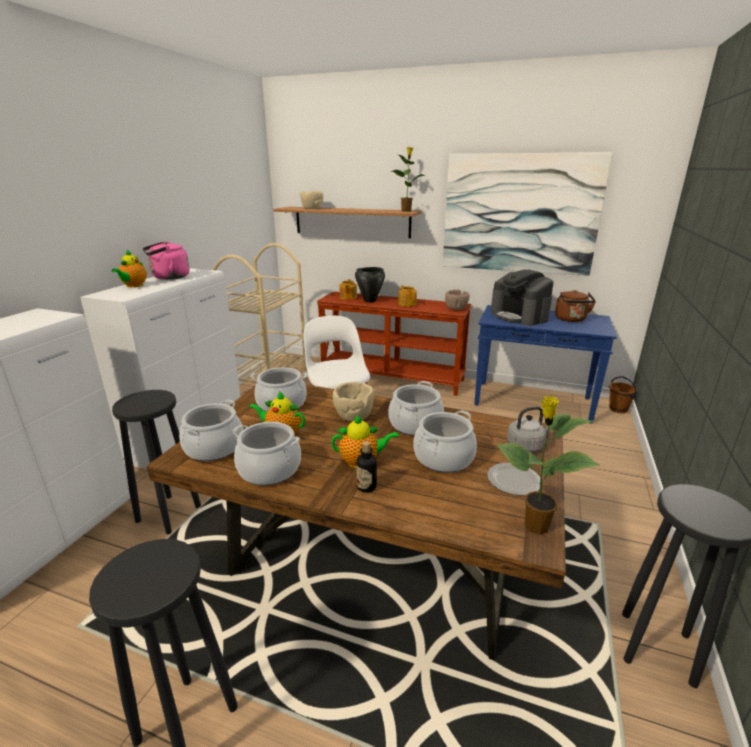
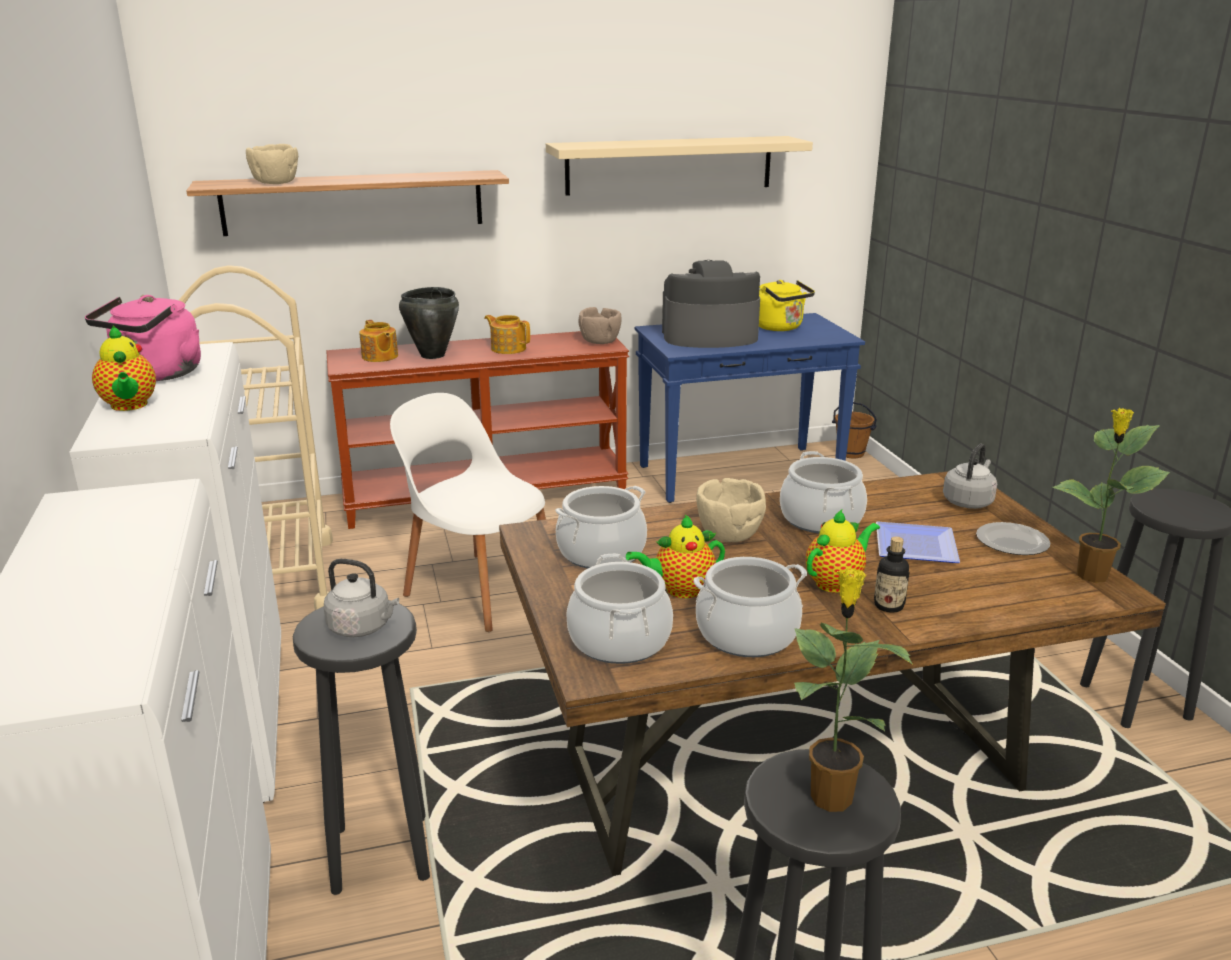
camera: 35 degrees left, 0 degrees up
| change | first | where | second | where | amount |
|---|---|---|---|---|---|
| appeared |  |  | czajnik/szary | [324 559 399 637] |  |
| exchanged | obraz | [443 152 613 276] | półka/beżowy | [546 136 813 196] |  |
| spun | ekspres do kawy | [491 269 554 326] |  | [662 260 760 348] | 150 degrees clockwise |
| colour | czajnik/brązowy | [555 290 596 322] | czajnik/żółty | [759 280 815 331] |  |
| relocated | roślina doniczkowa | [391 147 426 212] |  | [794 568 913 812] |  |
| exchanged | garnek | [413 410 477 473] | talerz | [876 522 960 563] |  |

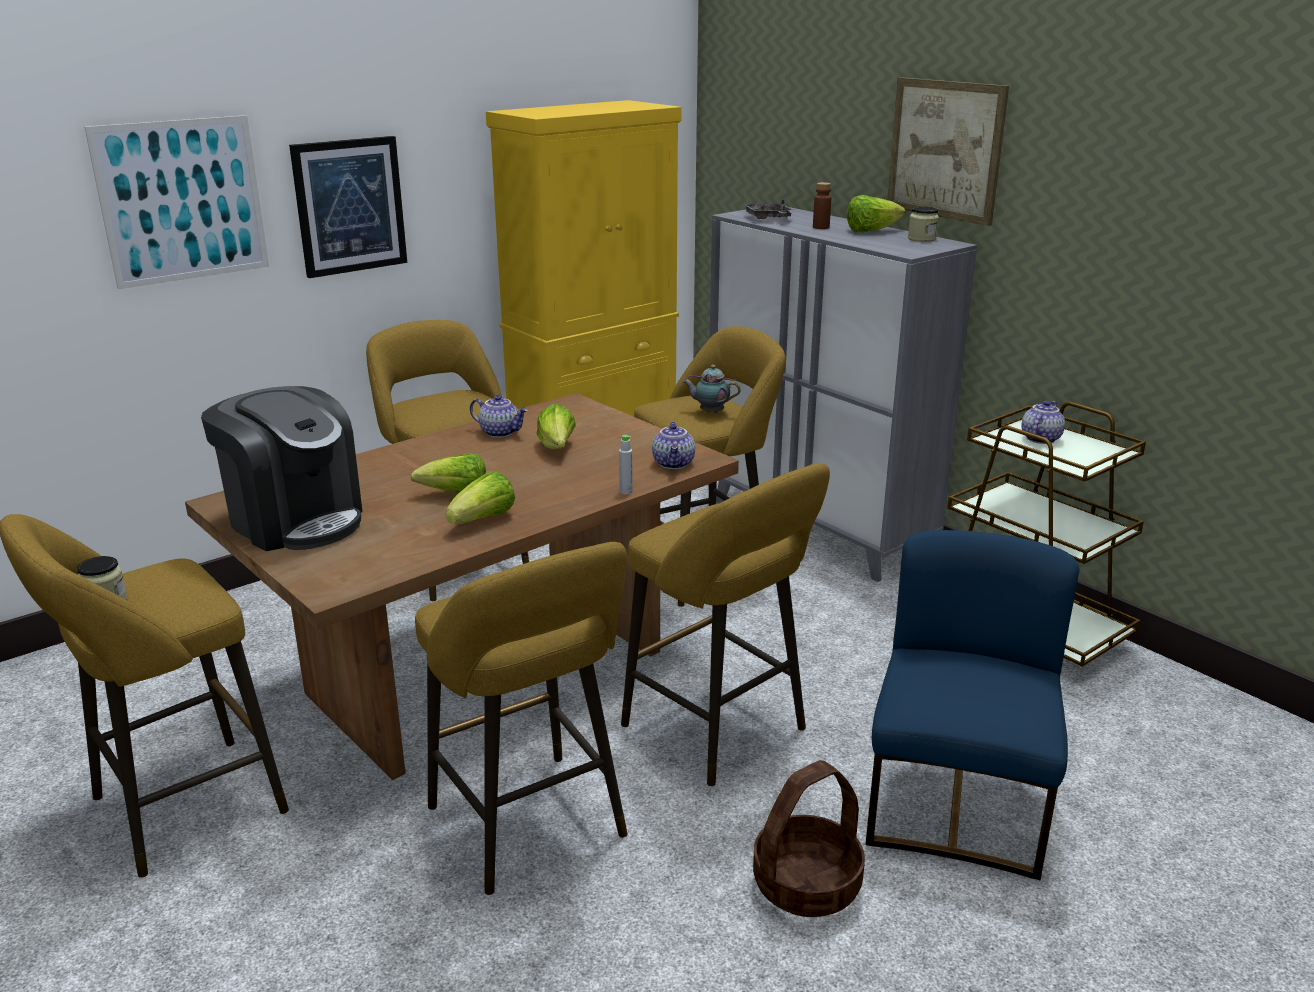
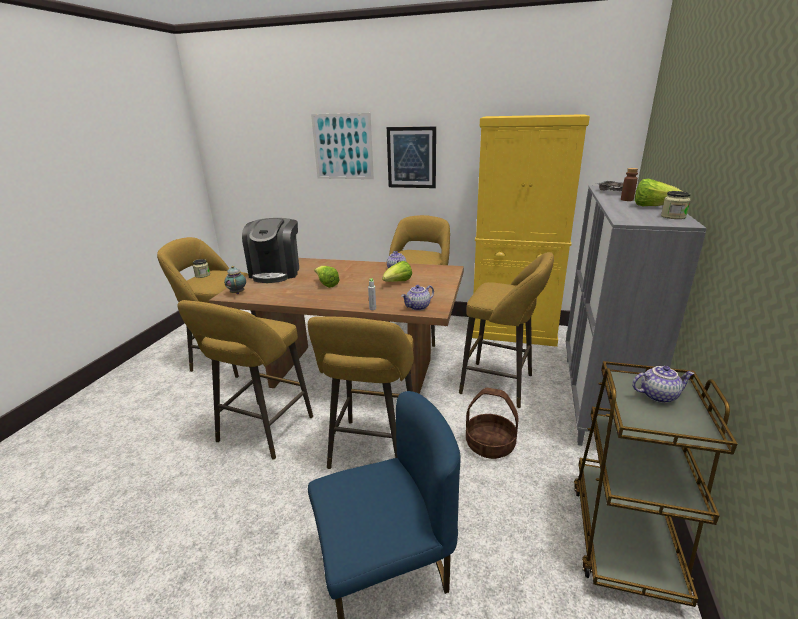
camera: 55 degrees right, 0 degrees up
| change | first | where | second | where | amount |
|---|---|---|---|---|---|
| relocated | imbryk | [683 365 741 413] |  | [224 266 246 294] |  |
| relocated | koszyk | [753 760 865 917] |  | [466 388 518 459] |  |
| missing | sałata | [446 472 515 524] |  |  |  |
| missing | obraz | [887 77 1009 226] |  |  |  |

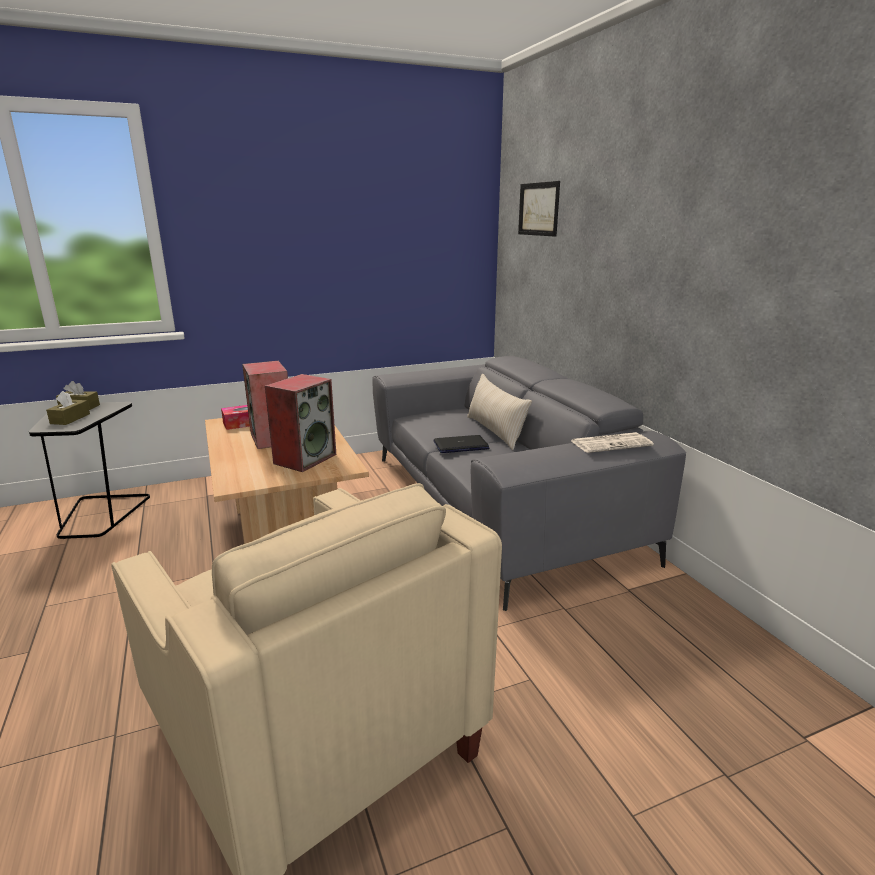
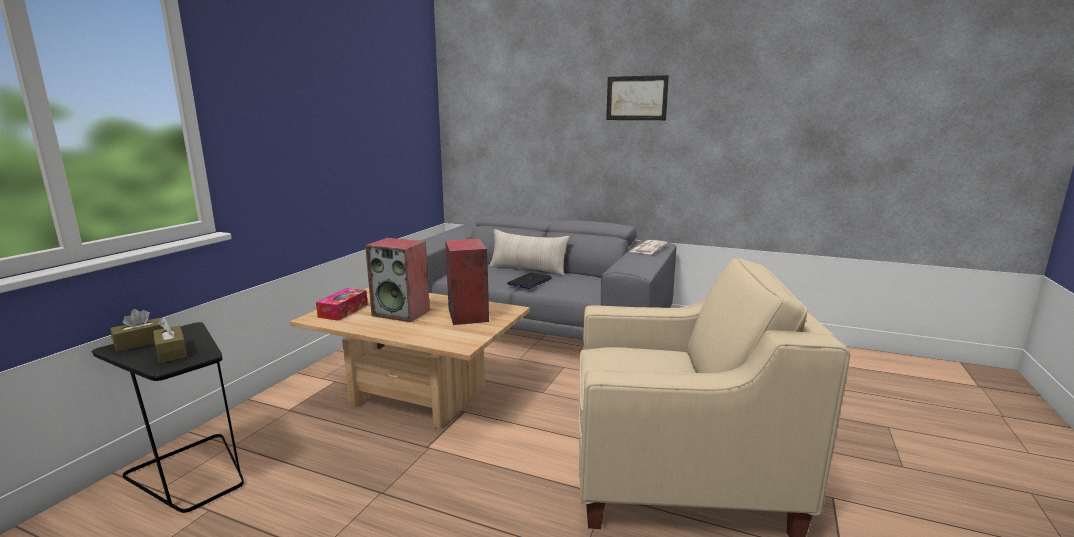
camera: 45 degrees left, 5 degrees down
| change | first | where | second | where | amount |
|---|---|---|---|---|---|
| relocated | obraz | [518 181 560 237] |  | [606 75 669 120] |  |

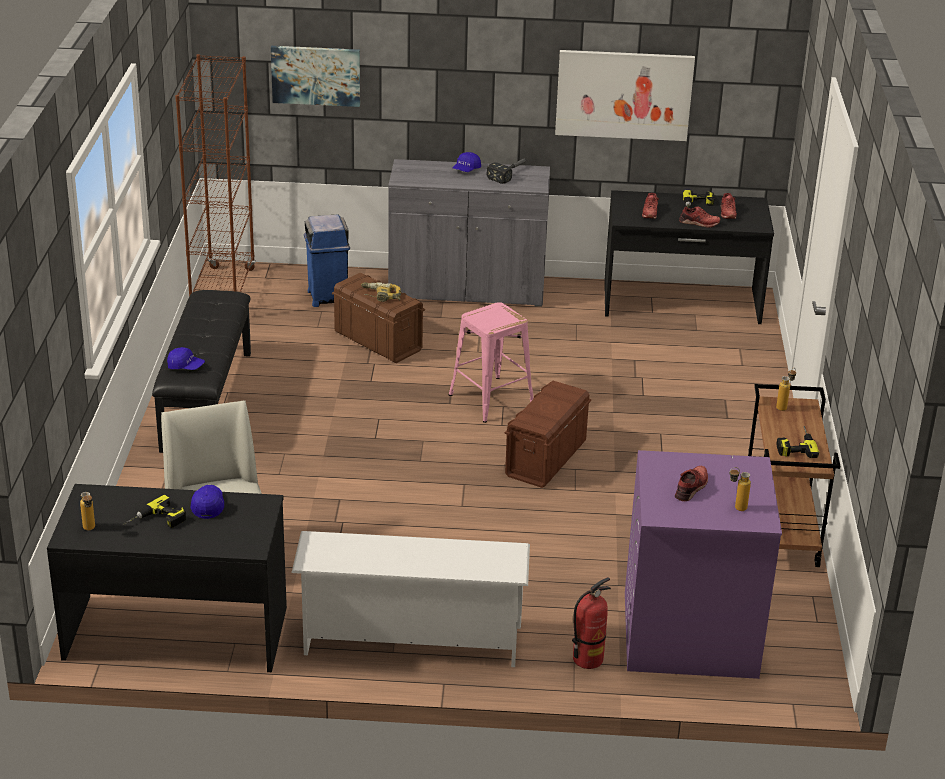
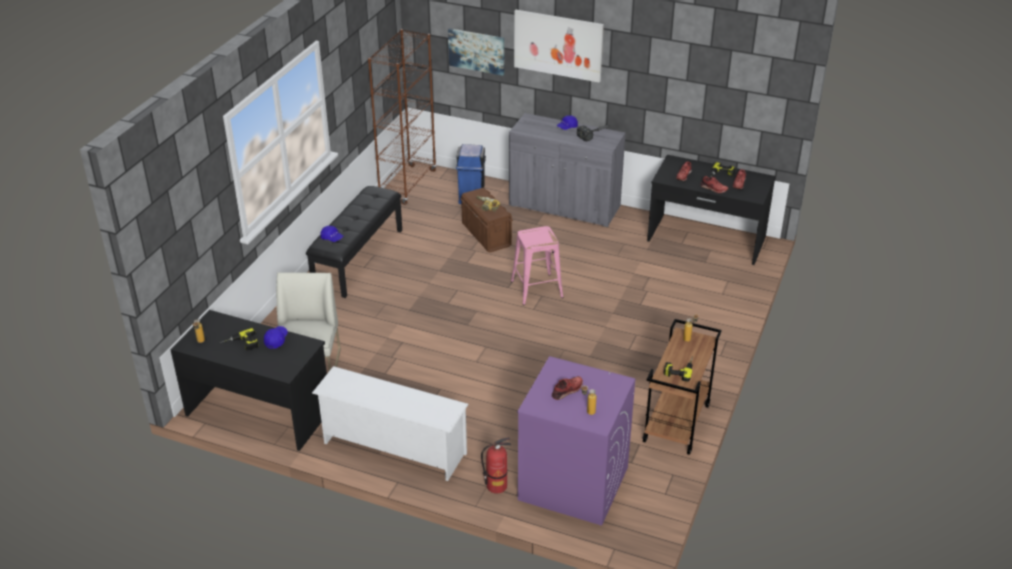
camera: 20 degrees right, 5 degrees up
| change | first | where | second | where | amount |
|---|---|---|---|---|---|
| relocated | obraz | [555 50 695 141] |  | [514 10 604 83] |  |
| missing | pojemnik do przechowywania/brązowy | [505 381 591 488] |  |  |  |

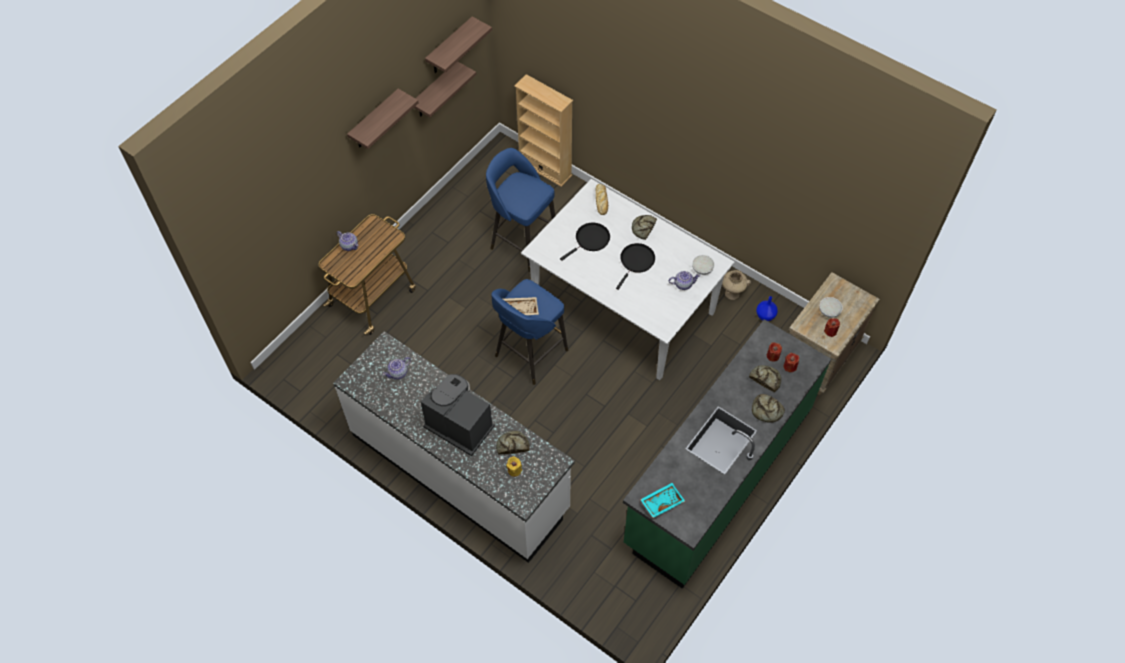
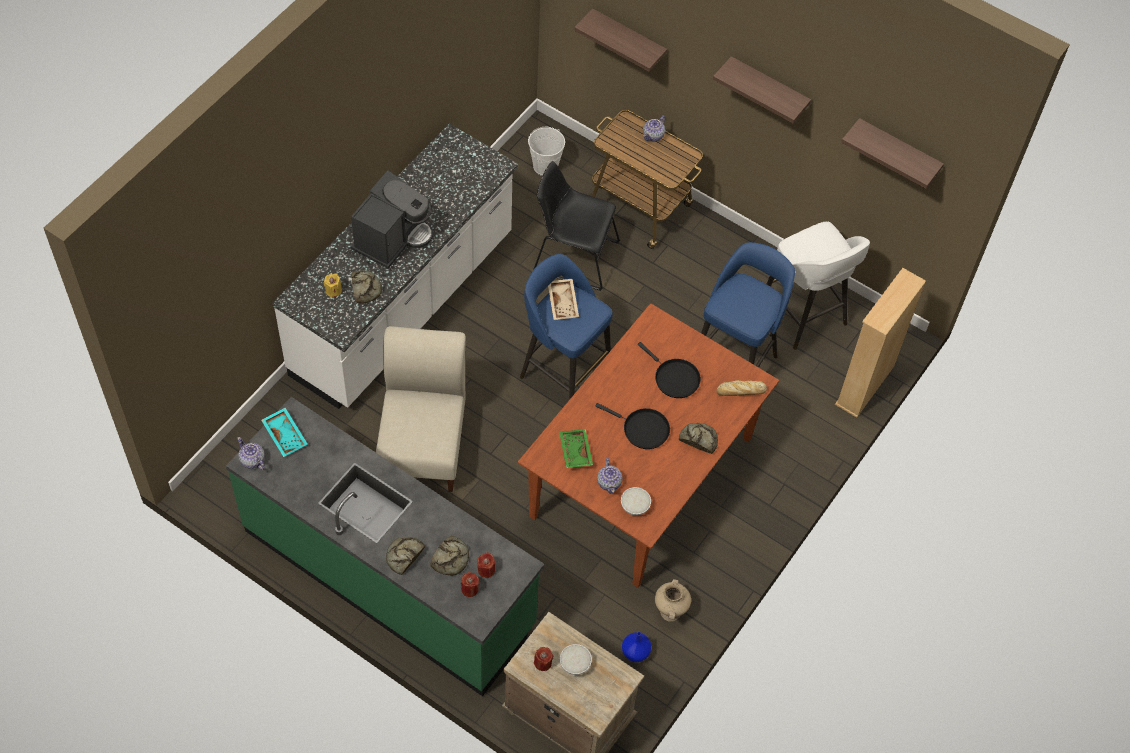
camera: 85 degrees right, 0 degrees up
| change | first | where | second | where | amount |
|---|---|---|---|---|---|
| relocated | imbryk | [383 357 411 380] |  | [237 437 265 470] |  |
| appeared |  |  | krzesło/beżowy | [376 326 466 492] |  |
| colour | stół jadalny/biały | [521 179 734 380] | stół jadalny/brązowy | [518 304 779 588] |  |
| appeared |  |  | wiadro/biały | [528 127 565 176] |  |
| appeared |  |  | krzesło/czarny | [533 161 620 291] |  |
| appeared |  |  | taca/zielony | [559 429 593 468] |  |
| relocated | półka | [414 62 476 117] |  | [574 8 667 72] |  |
| appeared |  |  | stołek/biały | [767 221 870 350] |  |

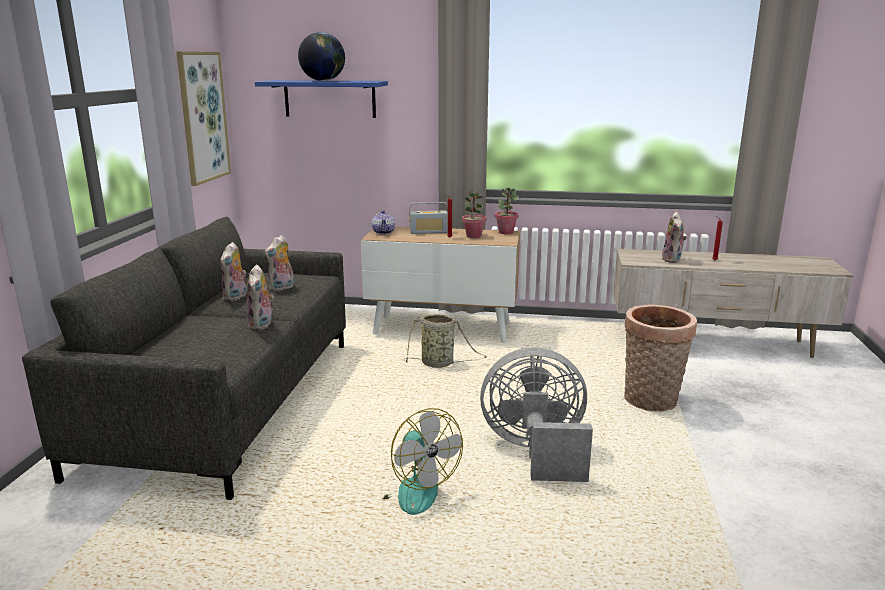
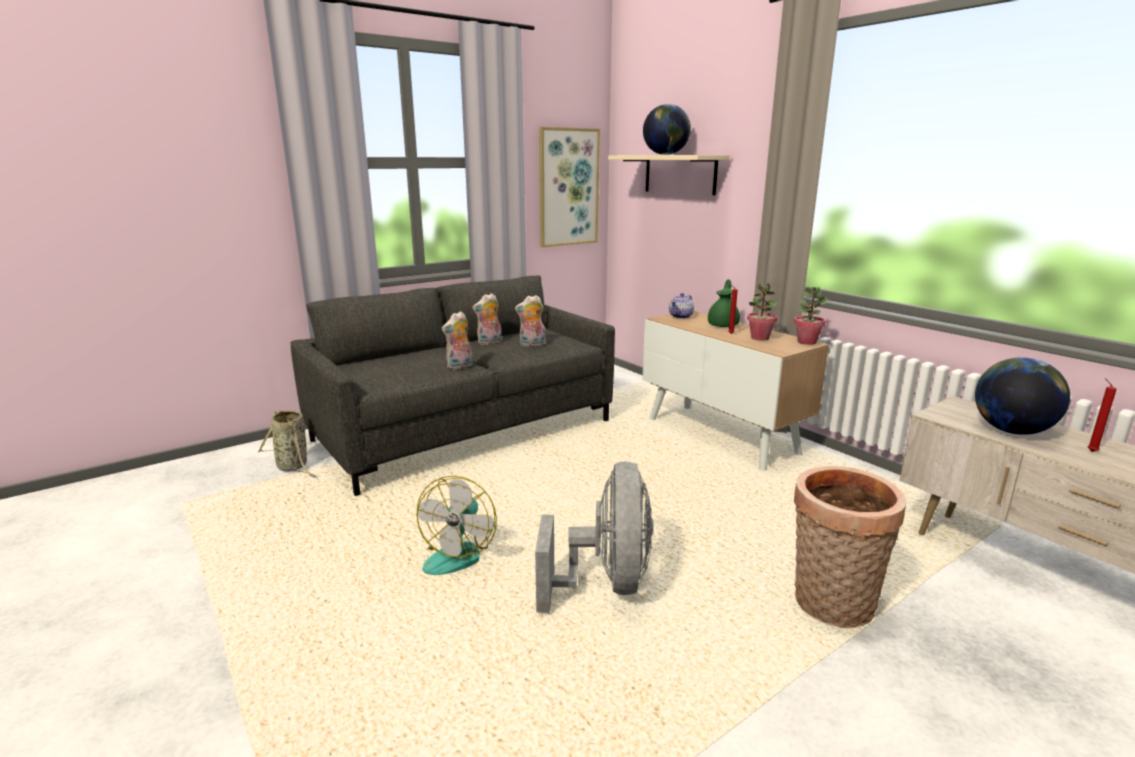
camera: 45 degrees right, 0 degrees up
| change | first | where | second | where | amount |
|---|---|---|---|---|---|
| relocated | koszyk | [403 314 487 368] |  | [257 409 317 478] |  |
| spun | wentylator/szary | [480 347 593 482] |  | [535 462 653 613] | 45 degrees clockwise |
| colour | półka/niebieski | [255 80 388 118] | półka/beżowy | [608 155 730 195] |  |
| exchanged | radio | [409 202 448 234] | imbryk/zielony | [708 279 740 327] |  |
| exchanged | pluszak | [662 212 687 263] | globus | [975 357 1070 435] |  |

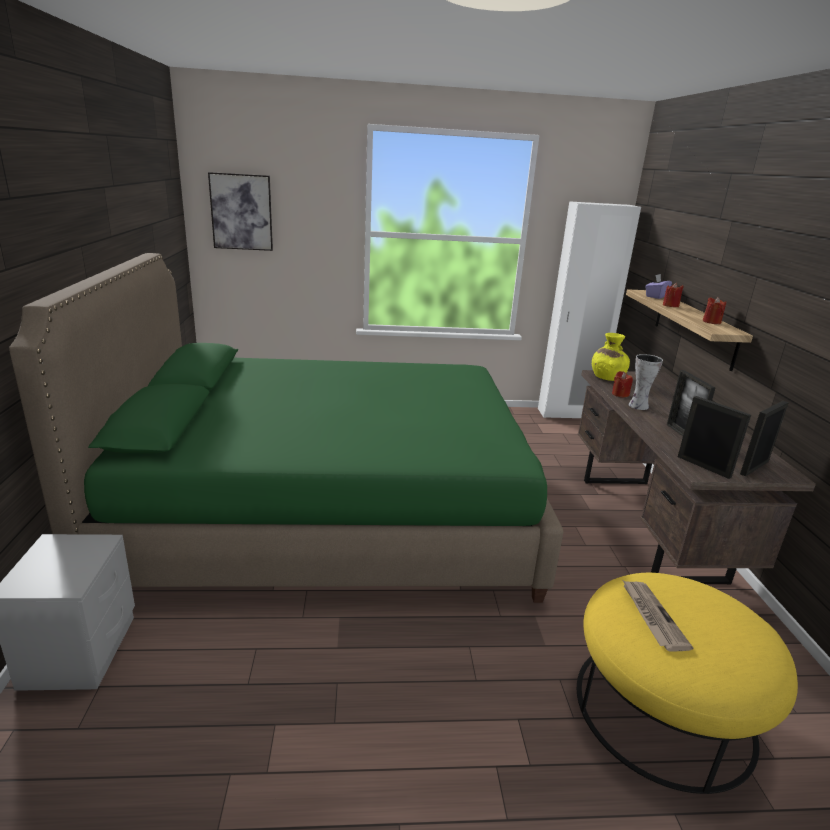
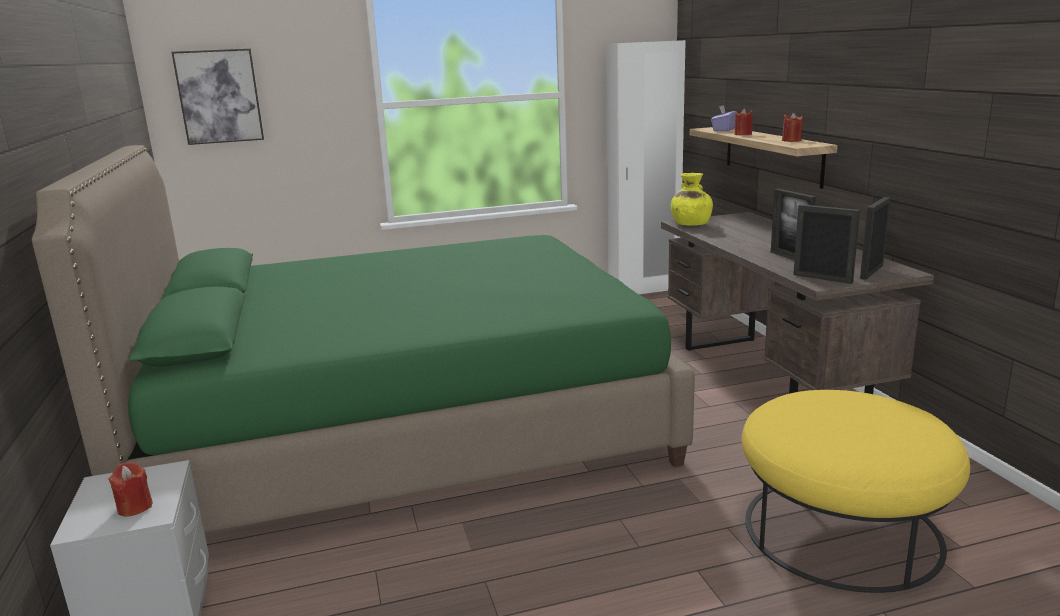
camera: 10 degrees left, 5 degrees down
| change | first | where | second | where | amount |
|---|---|---|---|---|---|
| relocated | świeca/czerwony | [612 371 633 397] |  | [108 462 153 517] |  |
| missing | gazeta | [623 581 693 652] |  |  |  |
| missing | wazon | [628 354 663 410] |  |  |  |

